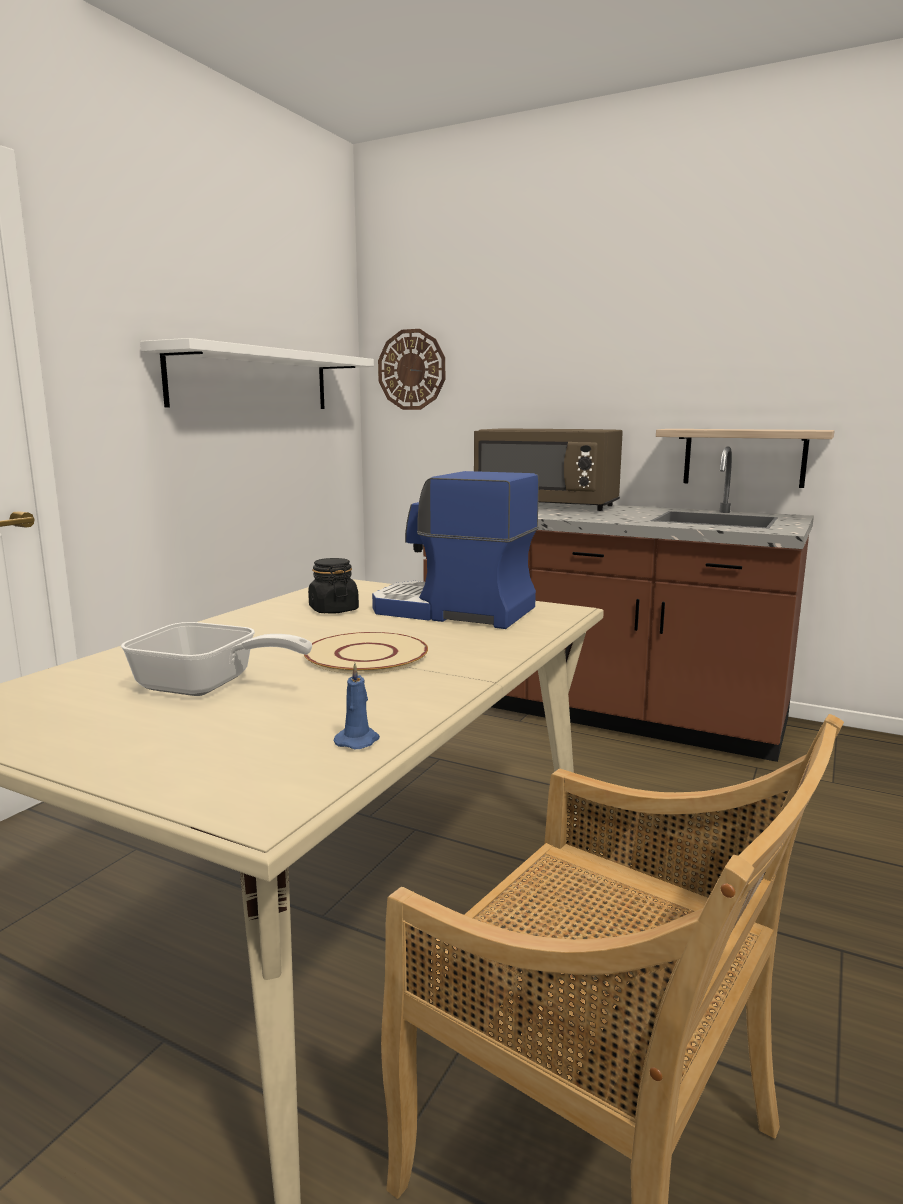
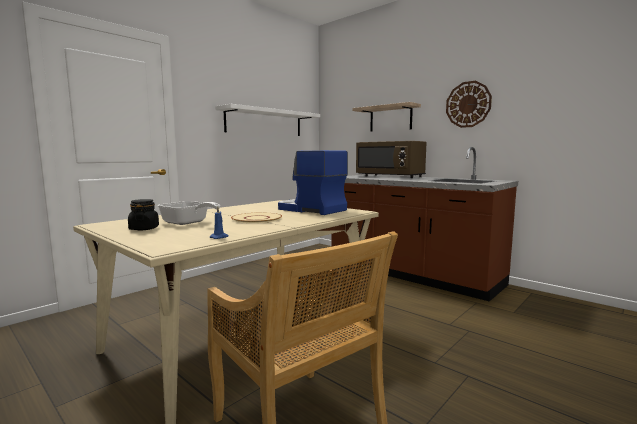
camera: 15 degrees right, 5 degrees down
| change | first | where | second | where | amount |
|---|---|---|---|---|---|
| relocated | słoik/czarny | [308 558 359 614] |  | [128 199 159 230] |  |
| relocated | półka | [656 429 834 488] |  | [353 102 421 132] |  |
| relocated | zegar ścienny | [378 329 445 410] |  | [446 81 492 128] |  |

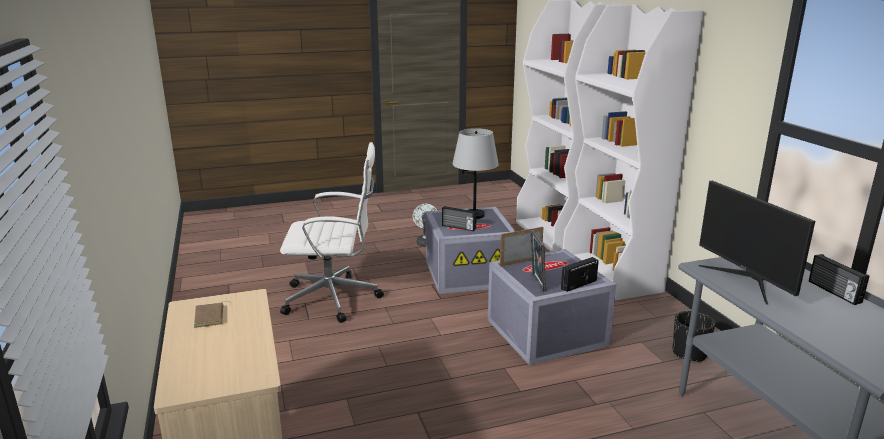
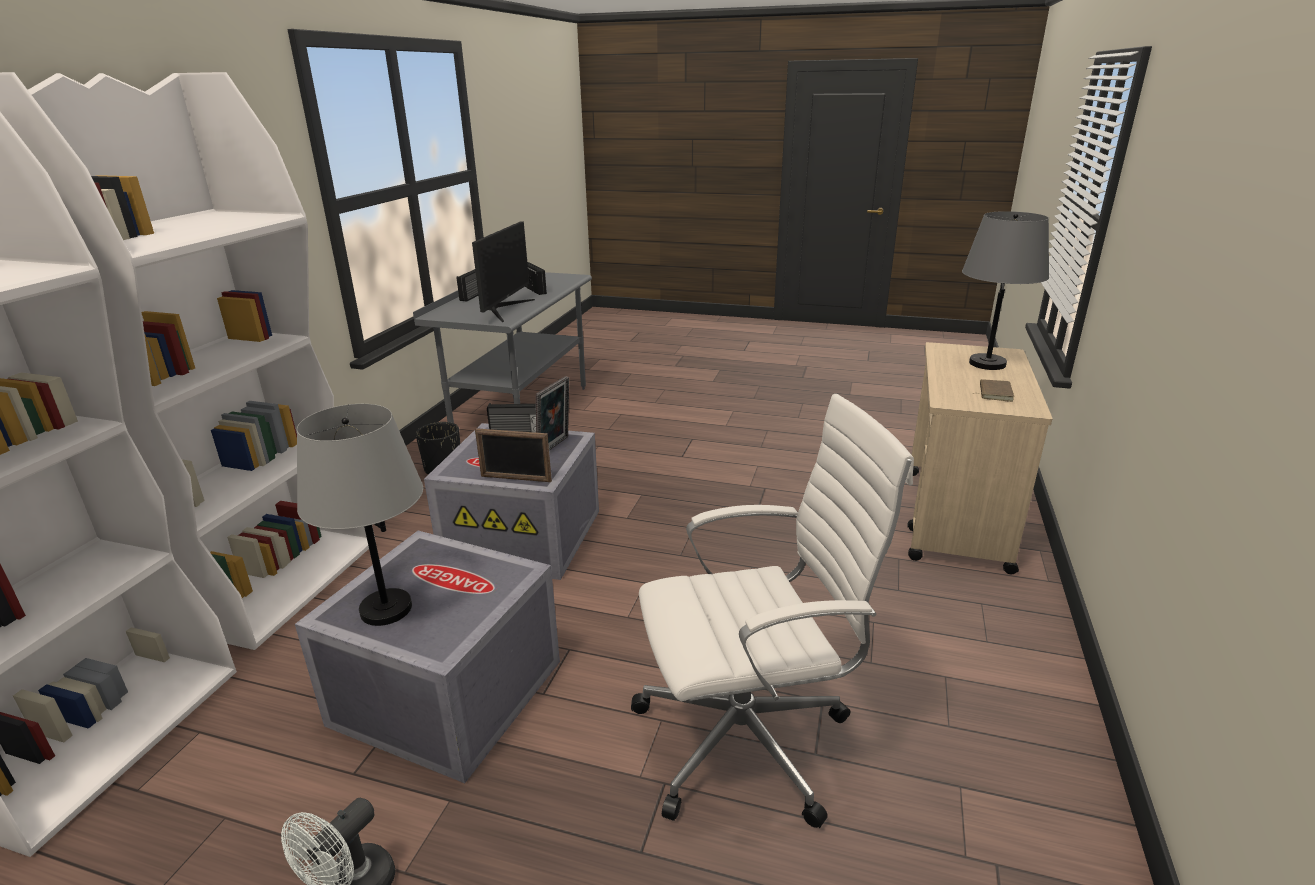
camera: 145 degrees left, 5 degrees up
| change | first | where | second | where | amount |
|---|---|---|---|---|---|
| relocated | radio | [442 206 477 231] |  | [525 262 547 295] |  |
| spun | krzesło biurowe/biały | [280 142 384 323] |  | [631 394 914 828] | 135 degrees clockwise |
| appeared |  |  | lampa stołowa/szary | [962 211 1049 370] |  |

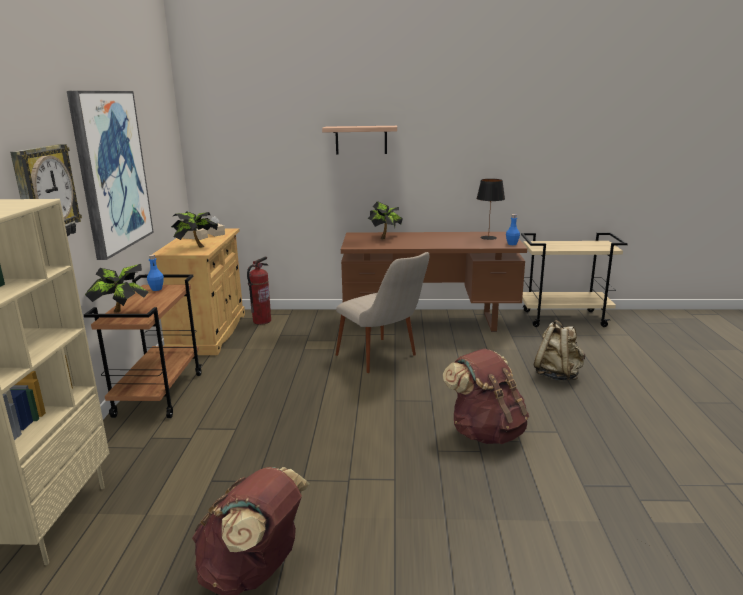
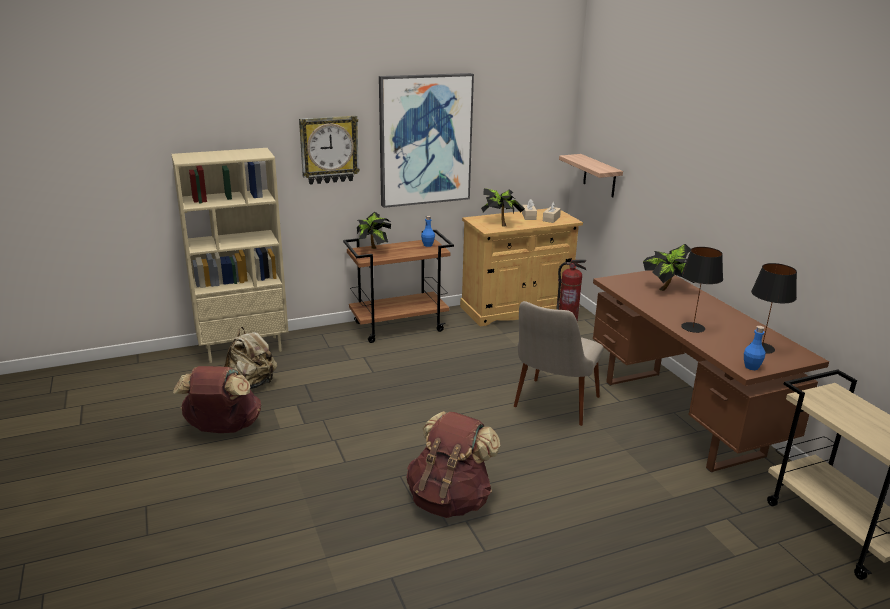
camera: 65 degrees right, 5 degrees up
| change | first | where | second | where | amount |
|---|---|---|---|---|---|
| relocated | plecak/beżowy | [534 320 585 381] |  | [224 327 277 389] |  |
| relocated | półka | [322 126 397 155] |  | [559 154 623 198] |  |
| appeared |  |  | lampa stołowa/czarny | [681 247 723 333] |  |

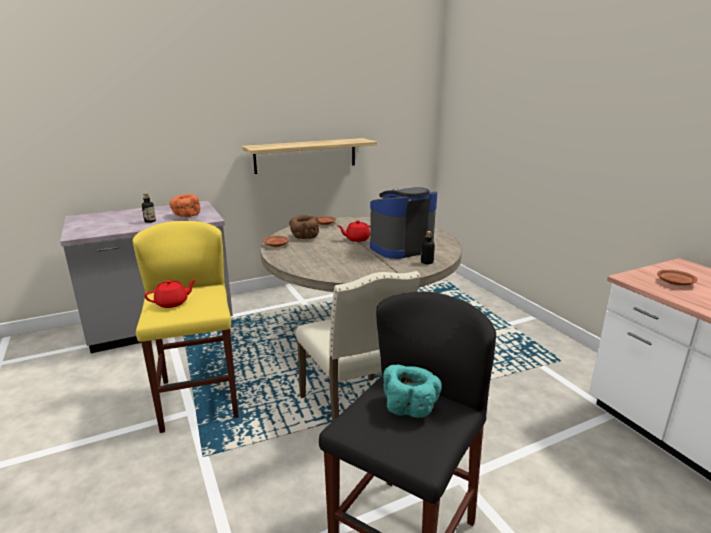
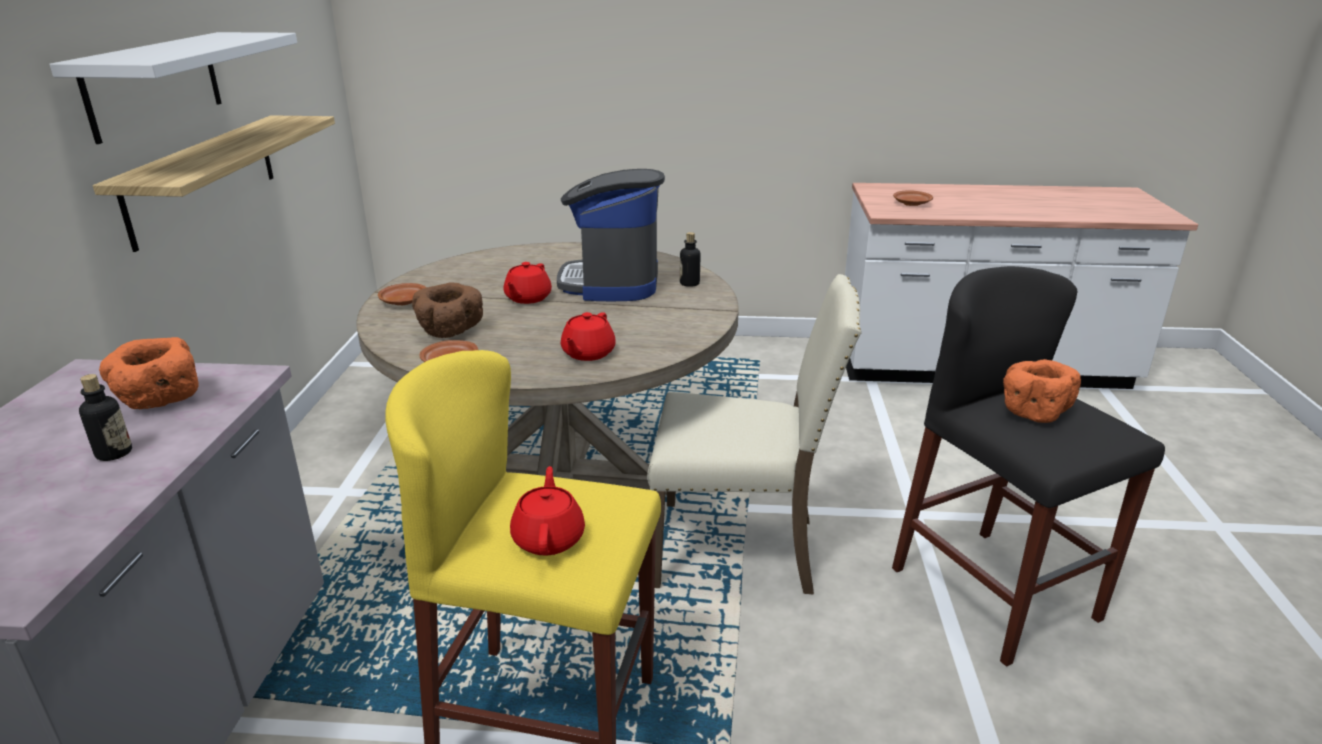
camera: 60 degrees left, 5 degrees up
| change | first | where | second | where | amount |
|---|---|---|---|---|---|
| appeared |  |  | półka/biały | [49 32 297 144] |  |
| appeared |  |  | imbryk/czerwony | [561 312 616 361] |  |
| colour | miska/turkusowy | [383 365 442 418] | miska/pomarańczowy | [1003 359 1081 423] |  |

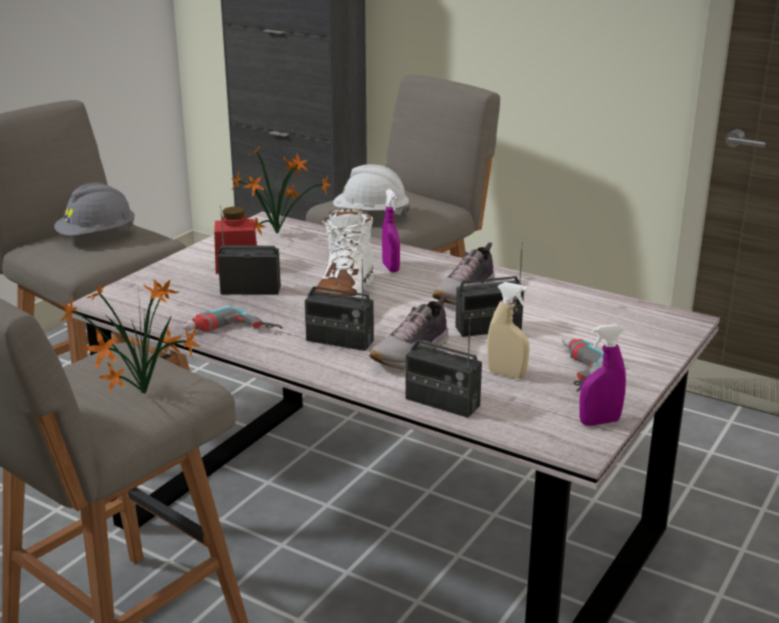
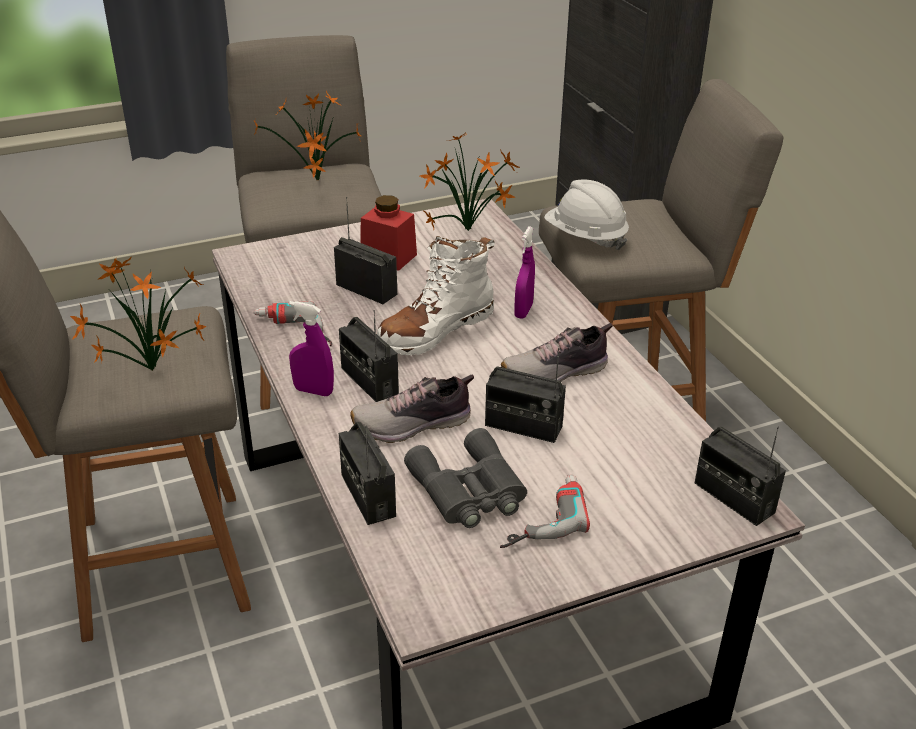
camera: 35 degrees right, 10 degrees up
| change | first | where | second | where | amount |
|---|---|---|---|---|---|
| exchanged | kask/szary | [54 183 135 236] | roślina doniczkowa | [253 91 361 180] |  |
| relocated | spryskiwacz/fioletowy | [580 324 626 426] |  | [289 301 334 396] |  |
| exchanged | spryskiwacz/beżowy | [487 282 530 379] | lornetka/szary | [404 428 527 528] |  |
| appeared |  |  | radio | [695 427 786 526] |  |

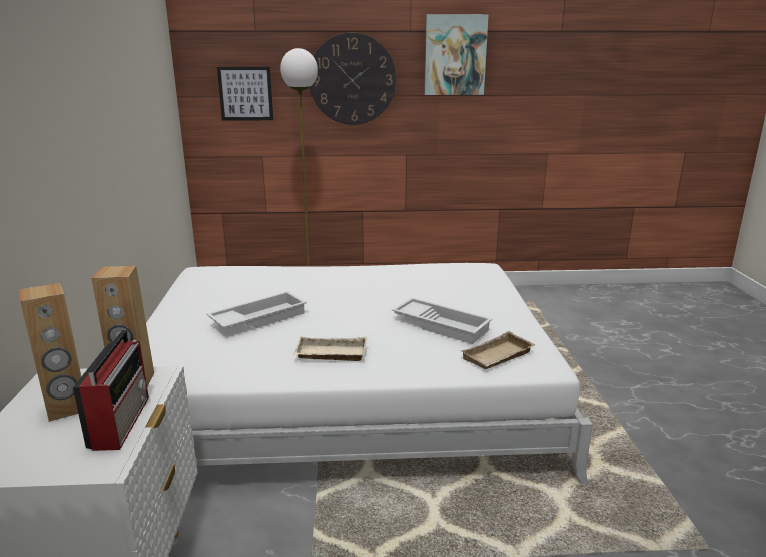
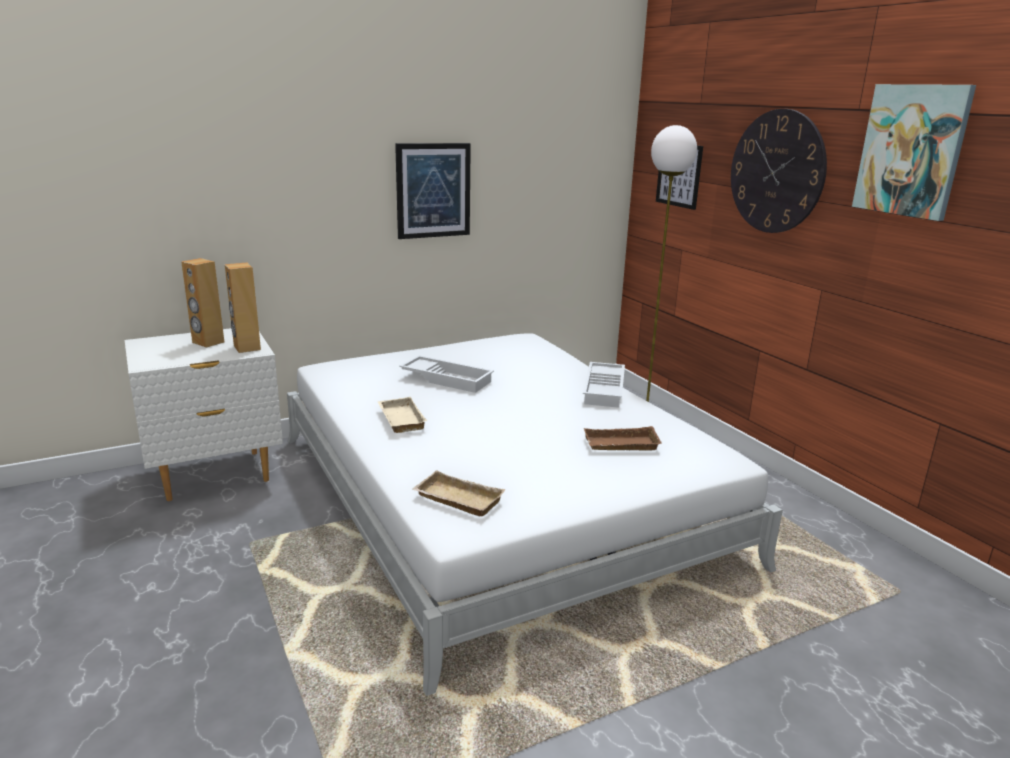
camera: 65 degrees right, 0 degrees up
| change | first | where | second | where | amount |
|---|---|---|---|---|---|
| appeared |  |  | obraz | [395 143 471 239] |  |
| relocated | taca/biały | [392 297 492 344] |  | [583 362 625 408] |  |
| appeared |  |  | taca/brązowy | [584 426 662 451] |  |
| missing | radio | [73 330 149 451] |  |  |  |

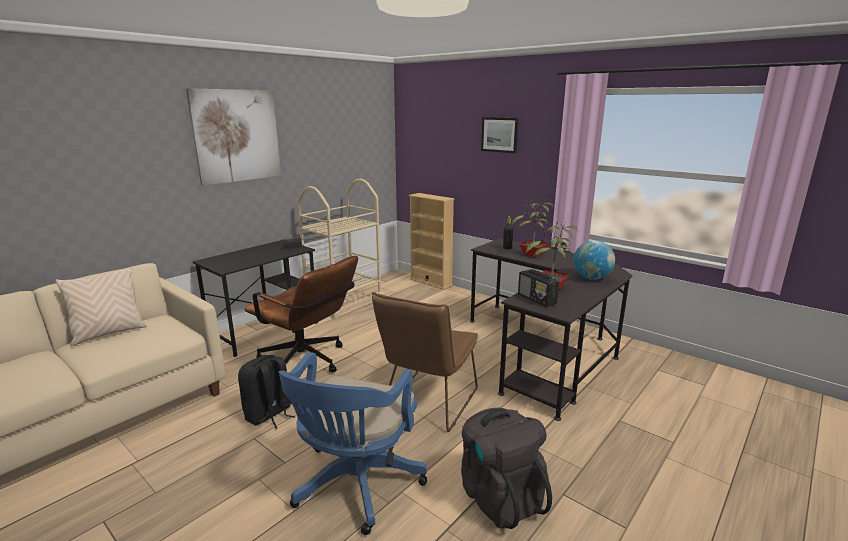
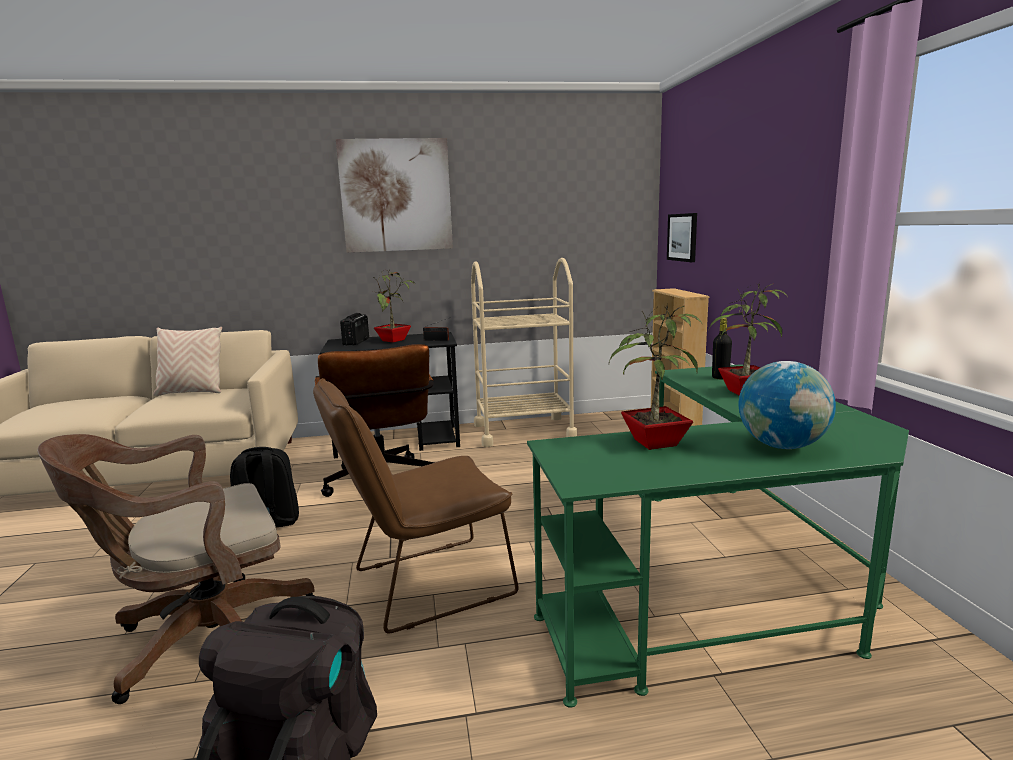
camera: 40 degrees right, 5 degrees down
| change | first | where | second | where | amount |
|---|---|---|---|---|---|
| colour | krzesło biurowe/niebieski | [278 352 427 535] | krzesło biurowe/brązowy | [37 434 315 704] |  |
| relocated | radio | [518 269 559 307] |  | [340 313 369 346] |  |
| appeared |  |  | roślina doniczkowa | [373 270 415 342] |  |
| colour | biurko/czarny | [470 238 633 421] | biurko/zielony | [527 364 909 708] |  |
| relocated | obraz | [481 117 519 153] |  | [667 213 697 262] |  |

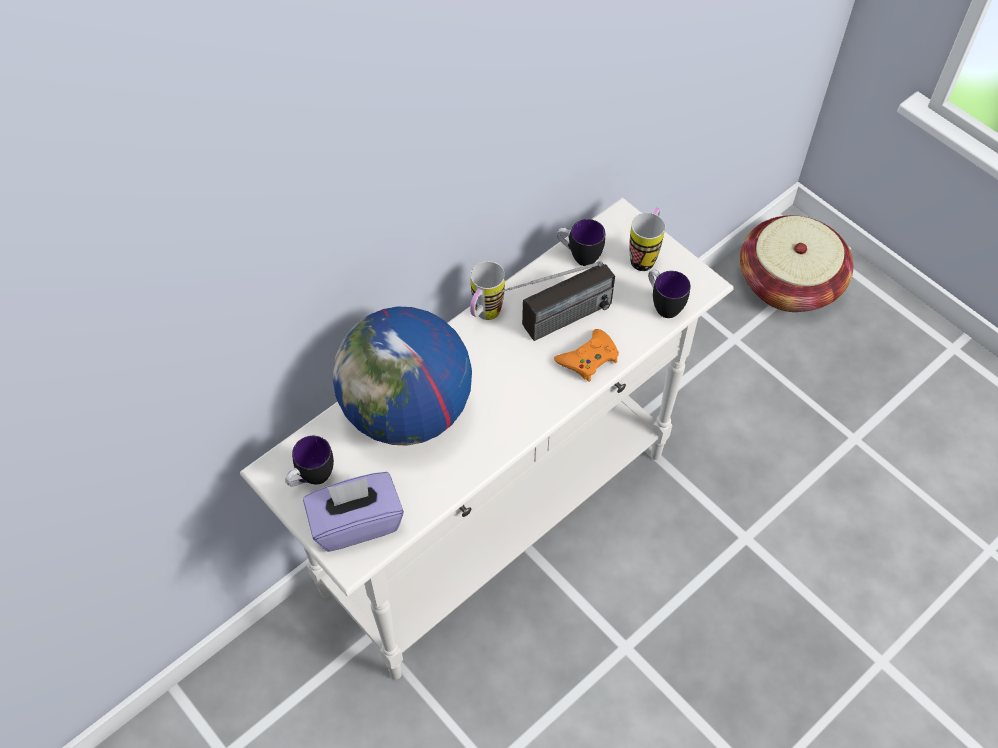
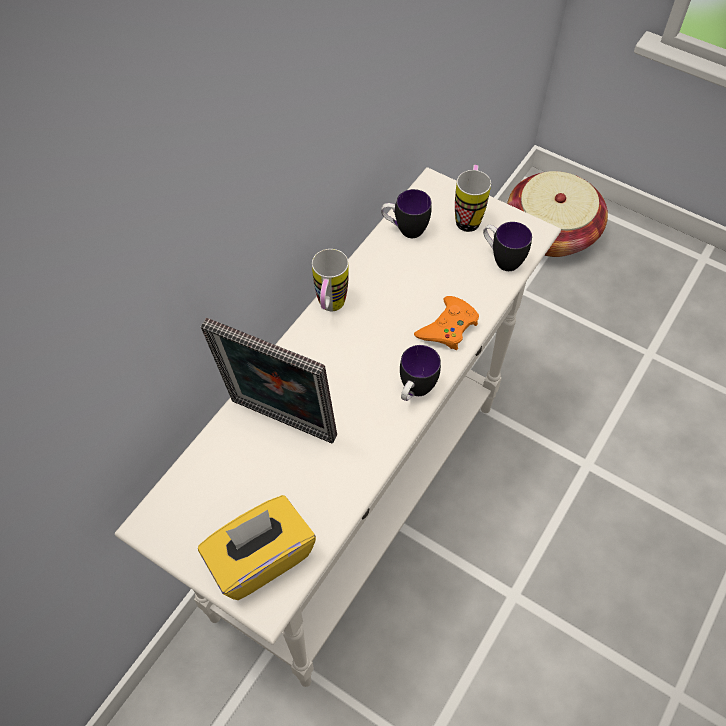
camera: 15 degrees left, 0 degrees up
| change | first | where | second | where | amount |
|---|---|---|---|---|---|
| colour | pudełko chusteczek/fioletowy | [303 472 404 552] | pudełko chusteczek/żółty | [198 495 316 600] |  |
| exchanged | globus | [332 307 472 446] | ramka na zdjęcie | [201 318 337 444] |  |
| relocated | kubek | [285 436 334 486] |  | [400 345 441 401] |  |
| missing | radio | [478 261 615 341] |  |  |  |

